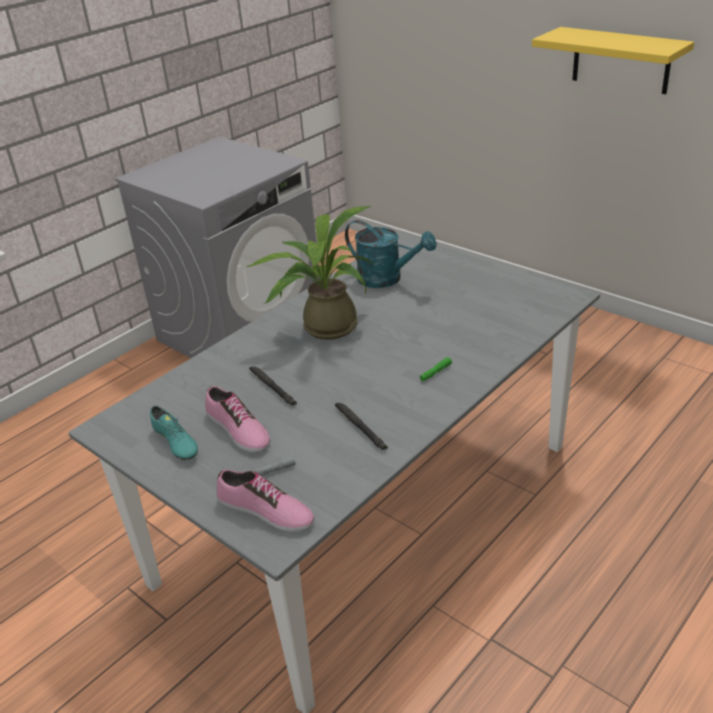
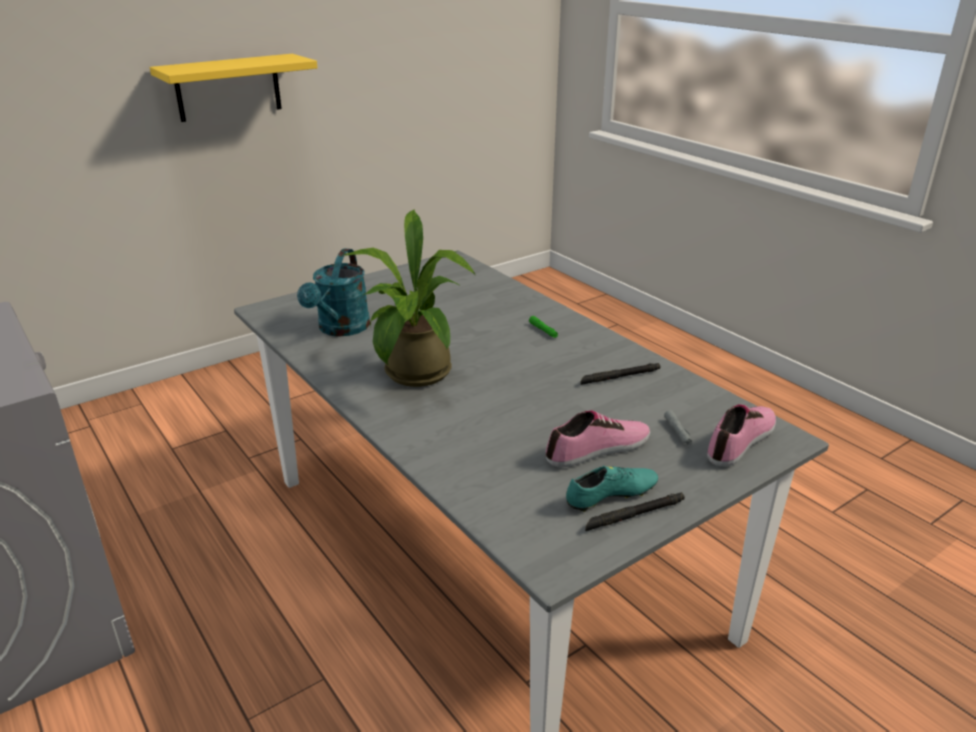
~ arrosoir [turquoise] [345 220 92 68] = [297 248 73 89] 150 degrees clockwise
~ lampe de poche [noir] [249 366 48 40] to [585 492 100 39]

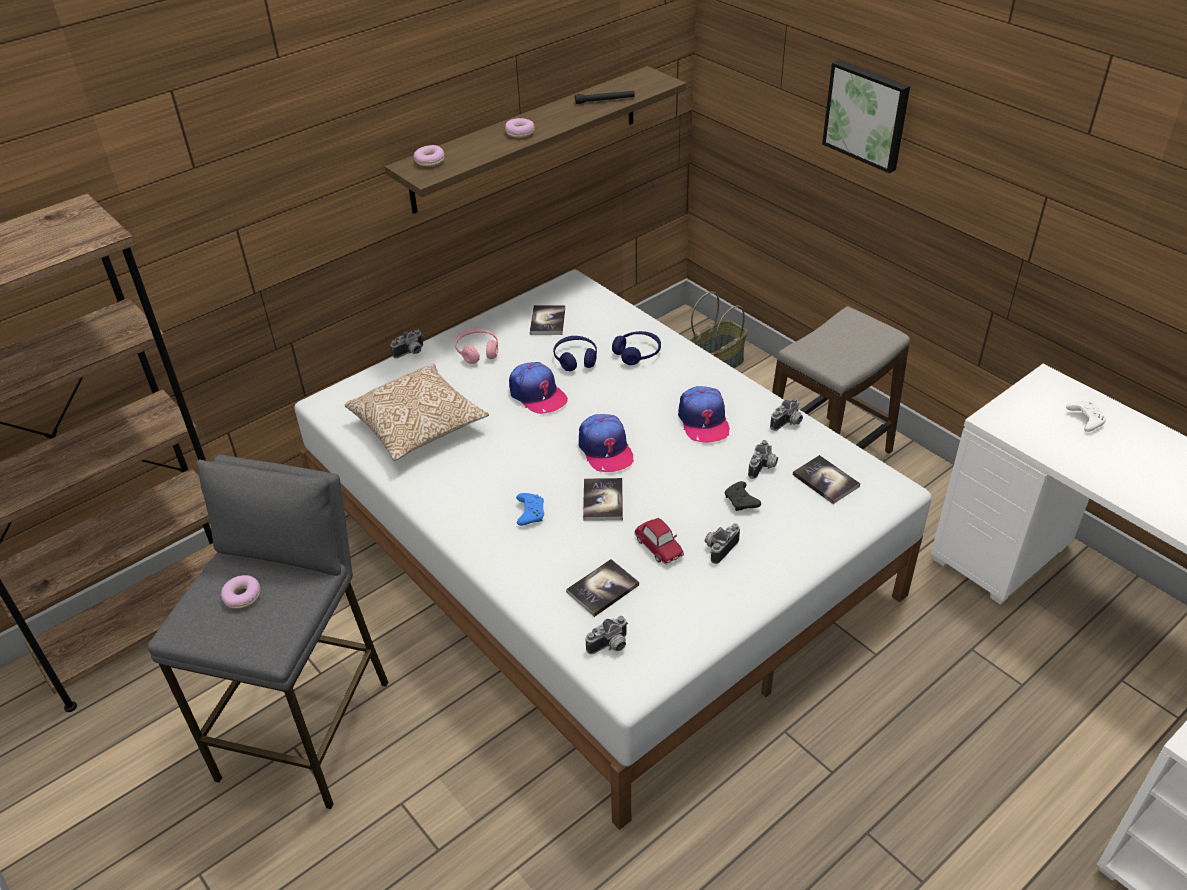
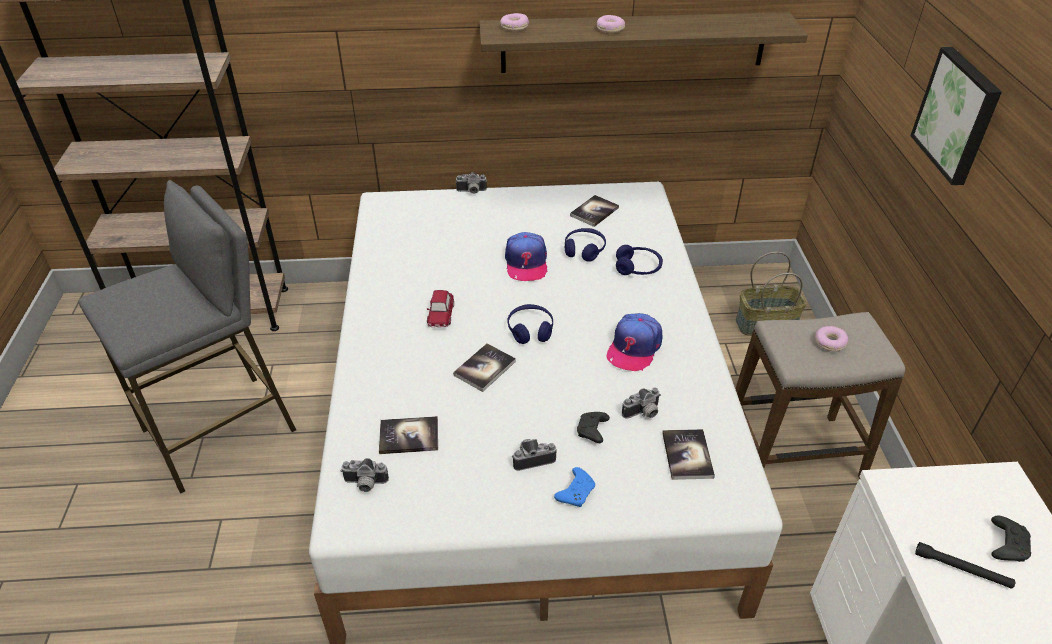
~ petite voiture [634 518 50 46] to [427 290 27 38]
~ casquette [579 414 55 58] to casque audio [bleu] [507 304 46 40]
~ manette [bleu] [516 493 28 33] to [554 467 41 40]
~ beignet [221 575 39 34] to [815 326 33 25]
~ lampe de poche [noir] [575 91 60 13] to [915 542 100 47]
~ manette [blanc] [1066 401 40 31] to manette [noir] [991 516 40 46]
- coussin [345 364 144 97]
- casque audio [rose] [455 329 43 35]
- appareil photo [770 397 33 34]

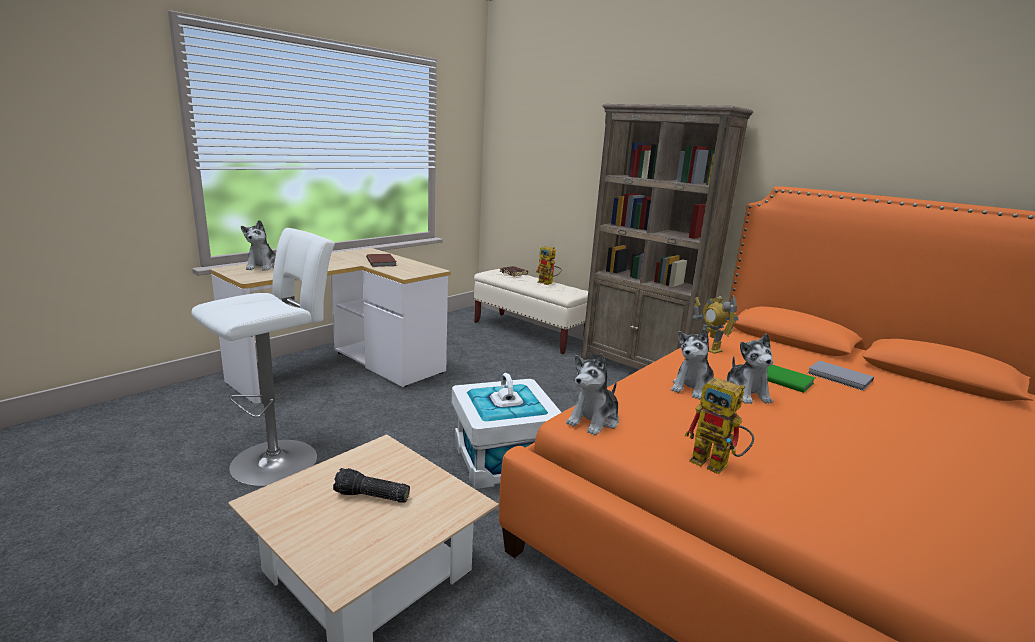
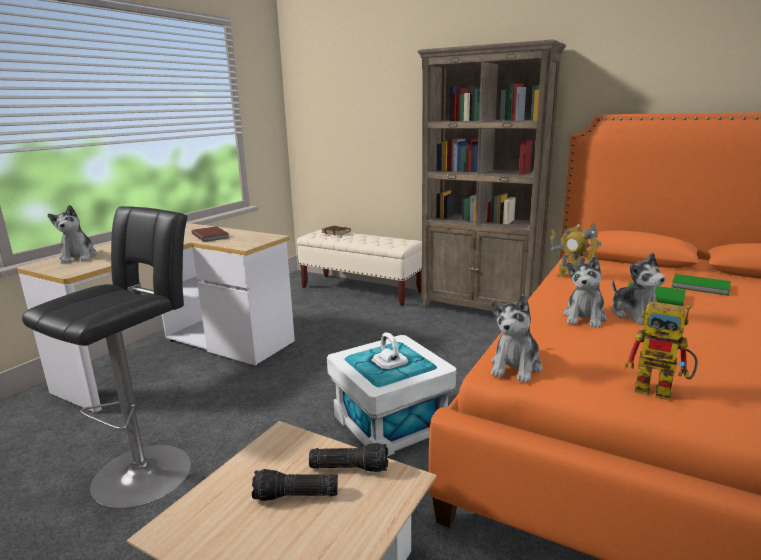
~ tabouret [blanc] [191 228 144 259] to tabouret [noir] [22 206 169 303]
+ lampe de poche [309 443 79 29]
~ livre [gris] [808 360 66 31] to livre [vert] [672 274 59 22]
- robot jouet [536 246 26 39]

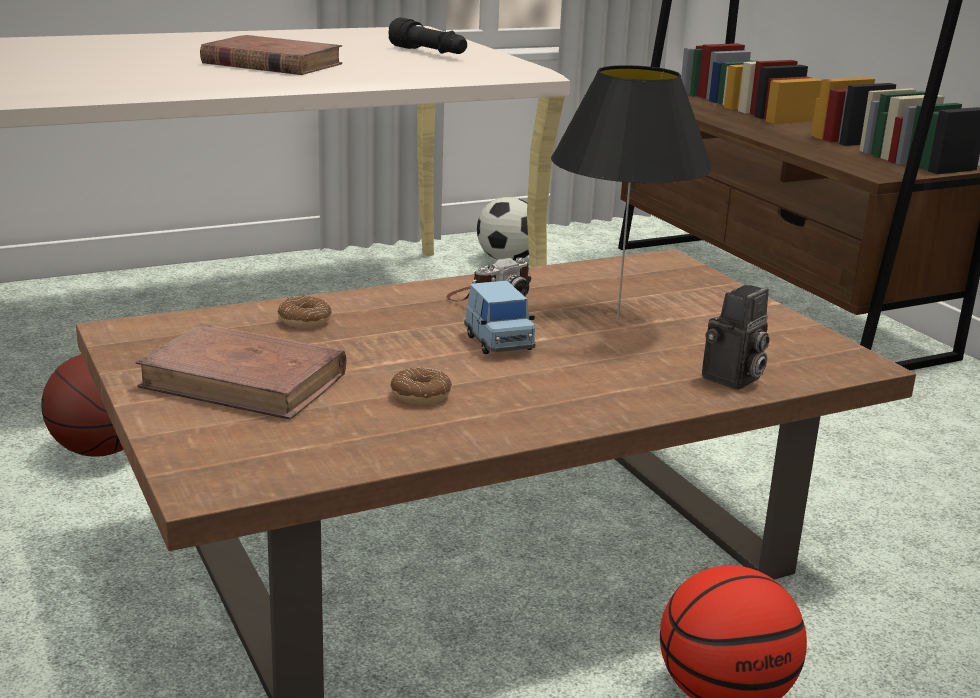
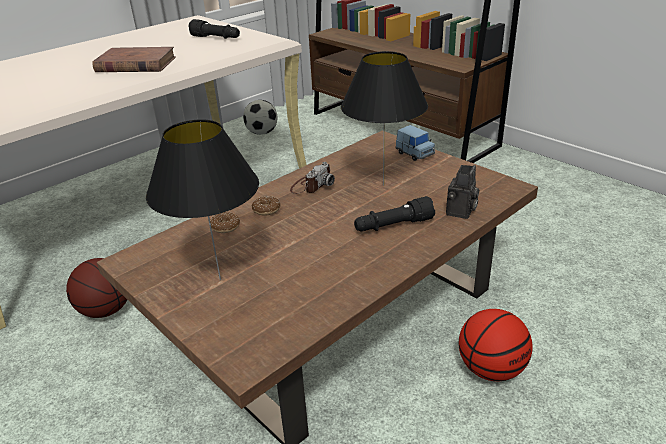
~ livre [marron] [136 323 210 97] to lampe de table [noir] [146 119 113 161]
~ beignet [390 367 62 37] to [252 196 29 20]
+ lampe de poche [noir] [354 196 81 36]
~ petite voiture [bleu] [464 281 72 73] to [395 125 40 36]

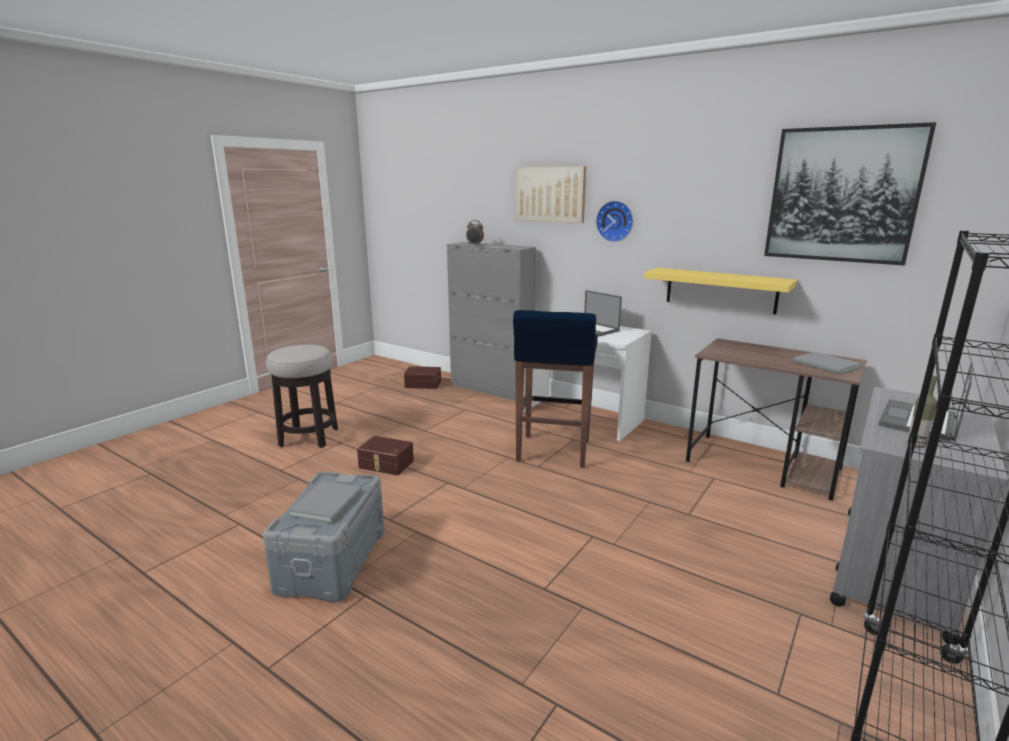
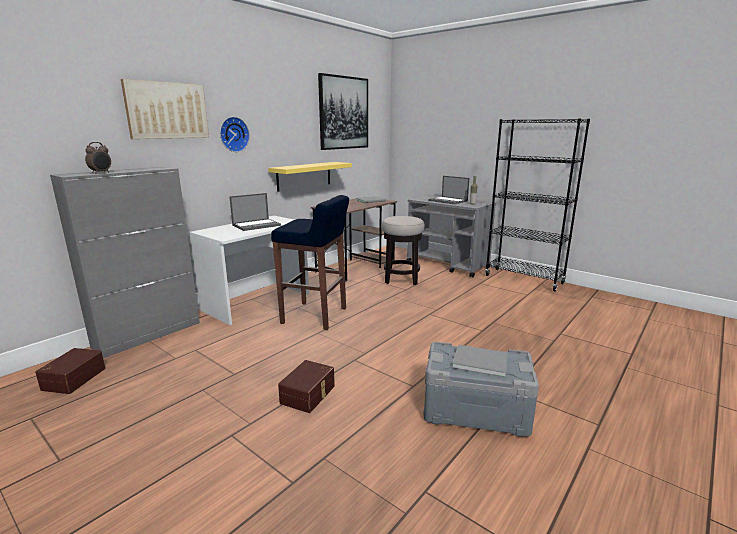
~ tabouret [266 345 72 103] to [382 216 42 69]

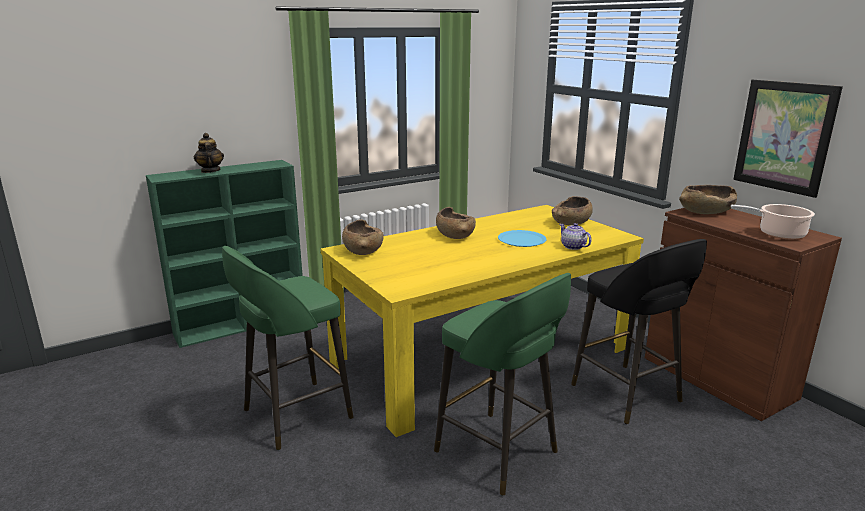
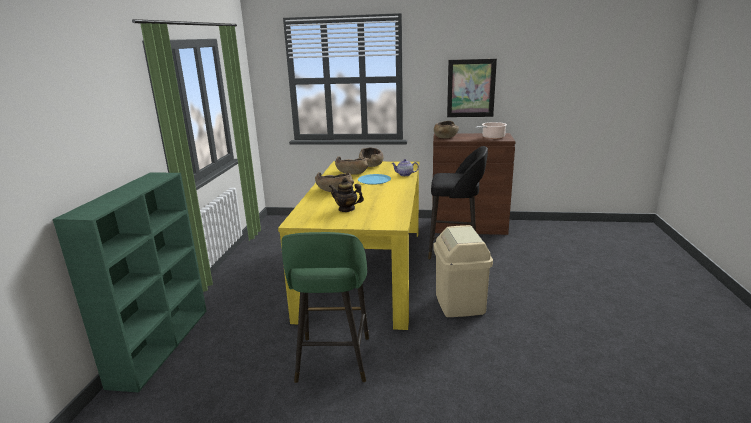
~ théière [194 133 30 40] to [329 177 35 35]
~ bol [marron] [342 219 42 36] to [335 156 33 19]
~ tabouret [vert] [434 273 137 223] to poubelle [beige] [433 225 60 92]

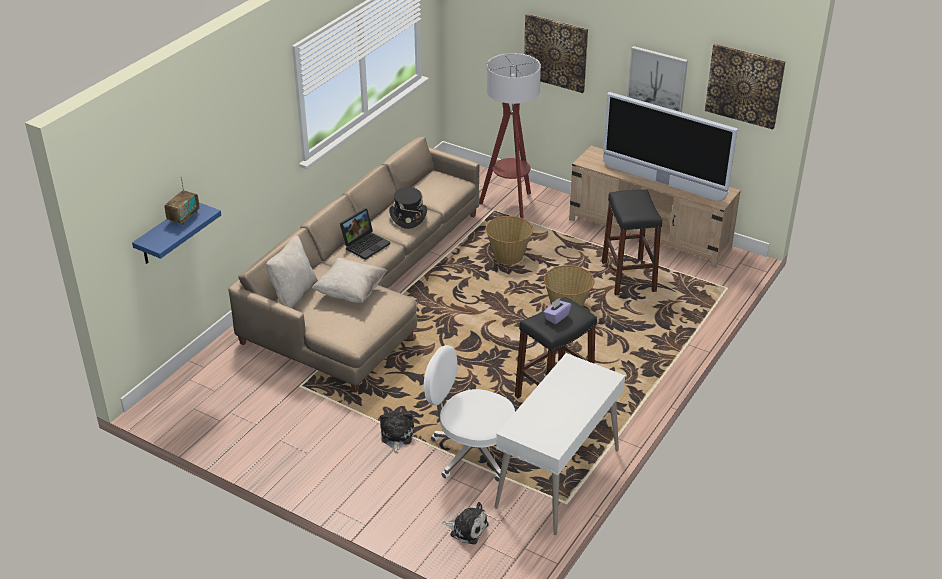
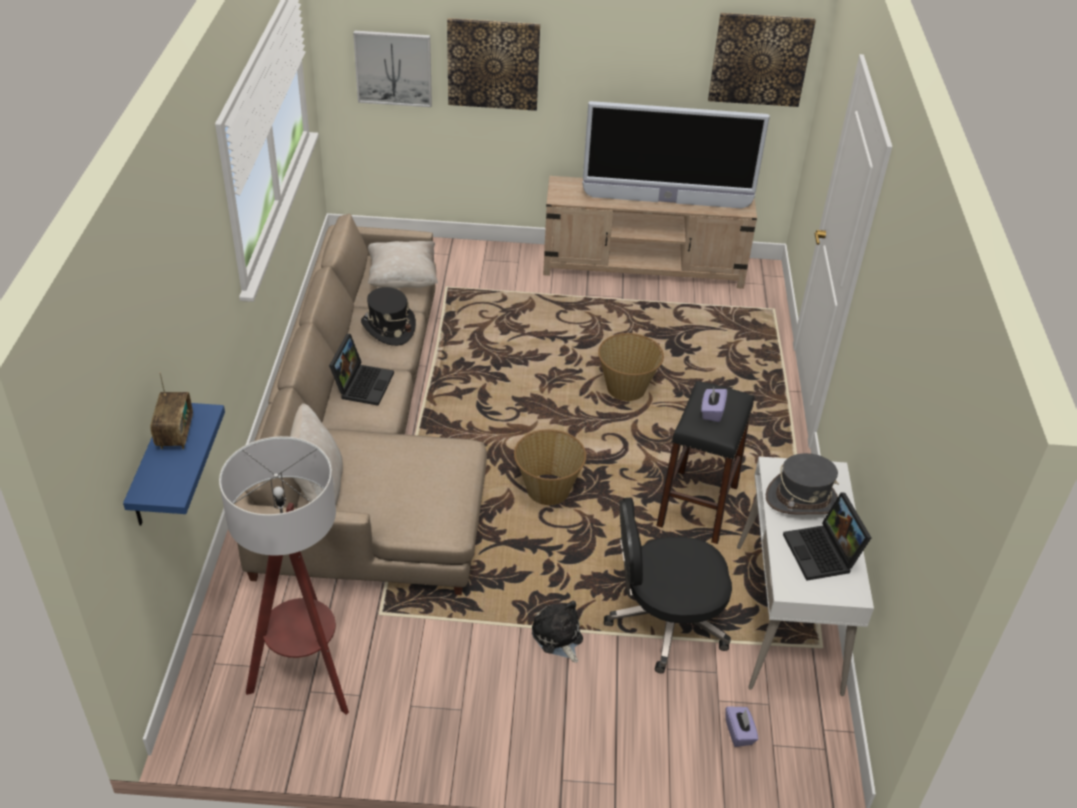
~ lampadaire [479 53 62 166] to [219 436 130 279]
~ tableau [627 46 61 66] to [353 30 79 77]
~ coussin [beige] [312 258 75 45] to [368 241 70 47]
~ panier [485 216 48 49] to [514 429 72 76]
~ chaise de bureau [blanc] [424 345 91 137] to chaise de bureau [noir] [604 498 128 175]
~ peluche [442 502 47 42] to boîte à mouchoirs [violet] [725 706 33 41]
+ chapeau [gris] [766 453 73 61]
+ ordinateur portable [783 493 88 88]
- tabouret [noir] [602 189 60 106]

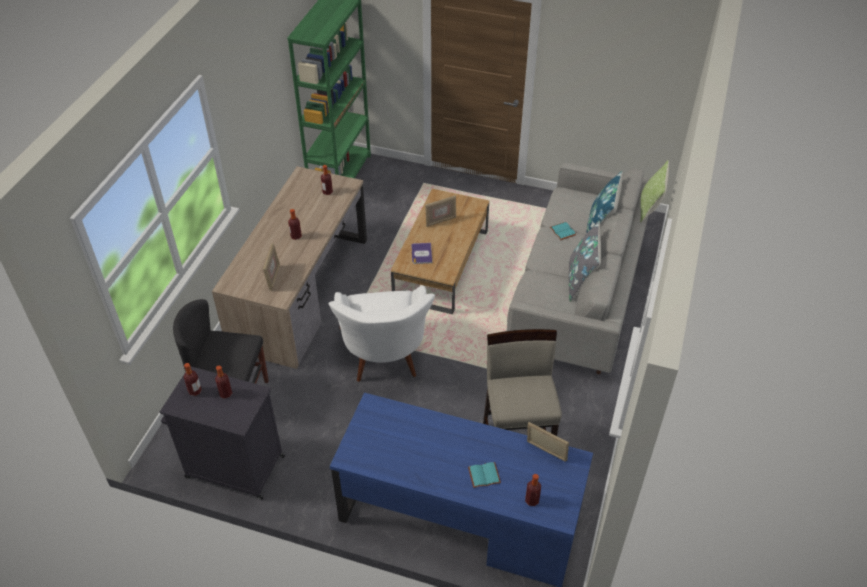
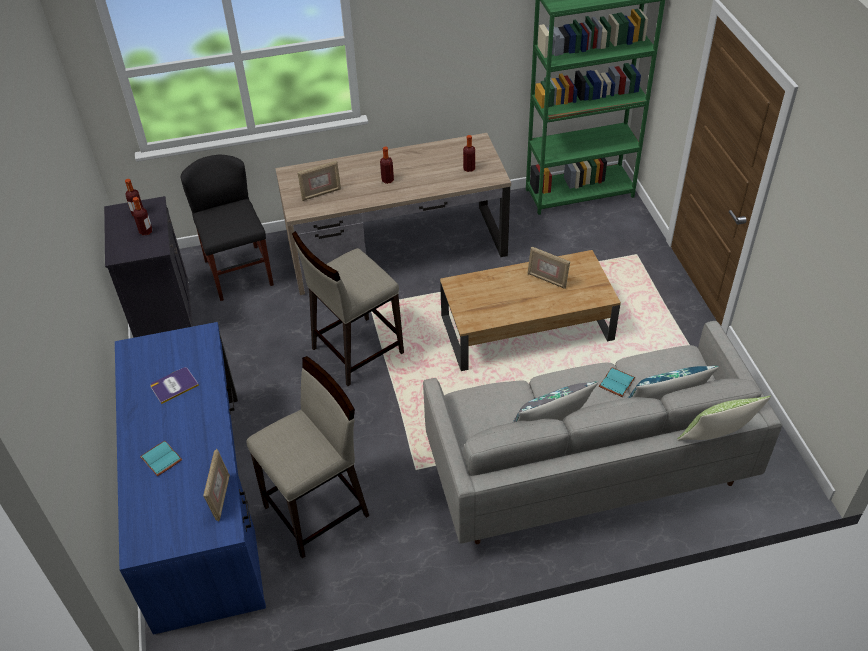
~ livre [411 243 21 21] to [150 367 49 37]
~ fauteuil [blanc] [329 286 106 96] to tabouret [beige] [292 231 112 155]
- bouteille [525 474 16 32]

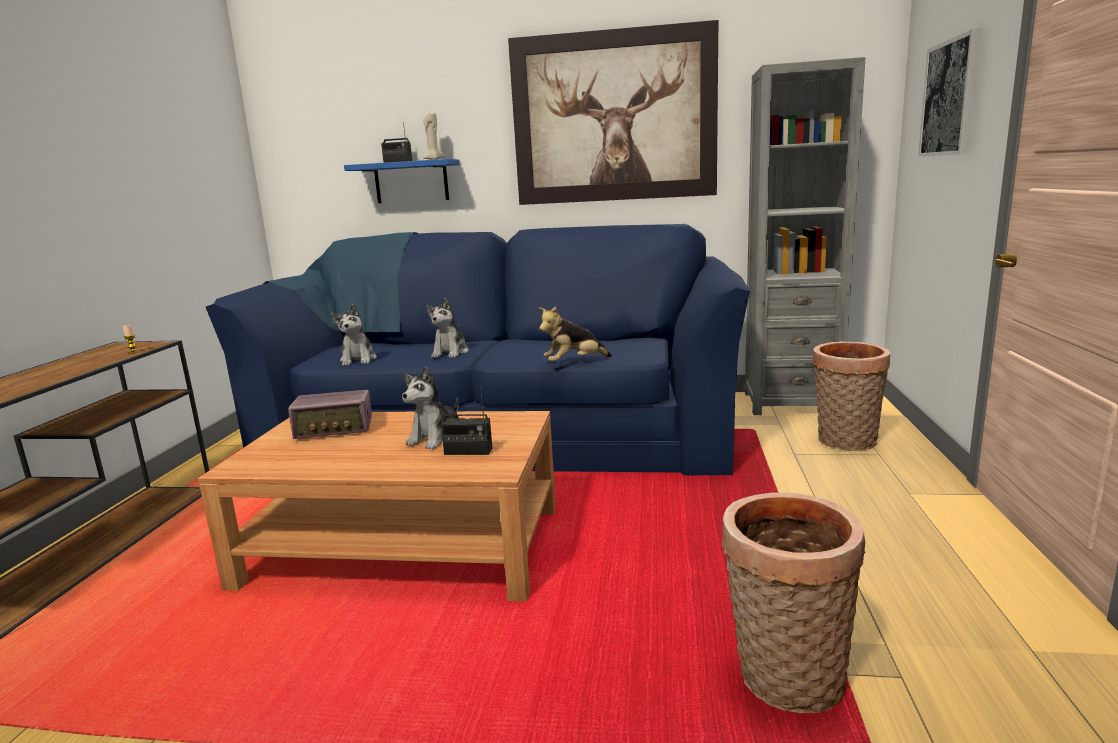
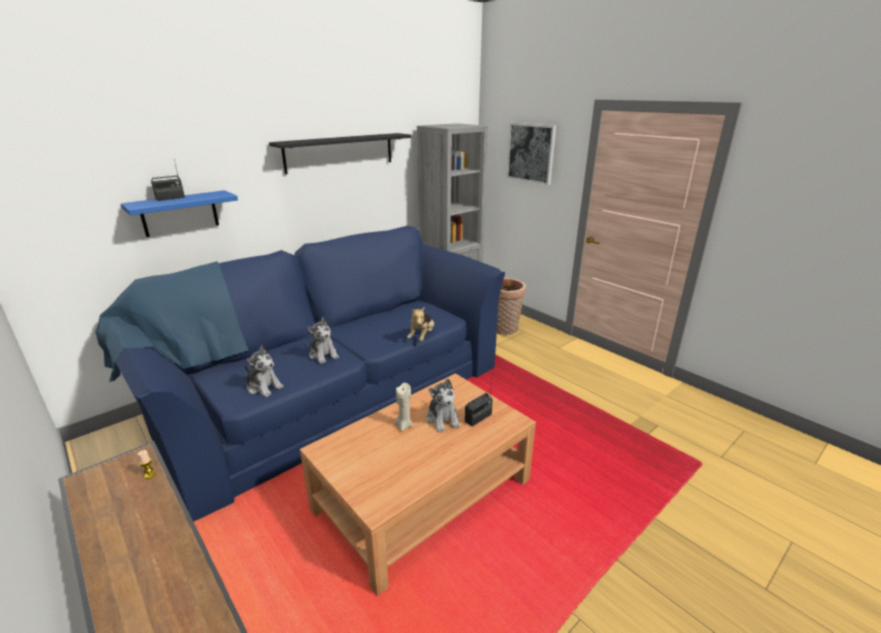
~ tableau [508 20 210 185] to étagère [noir] [269 133 143 41]
~ bougie [beige] [423 112 22 48] to [395 383 18 48]
- radio [288 390 84 49]
- panier [722 492 143 221]

